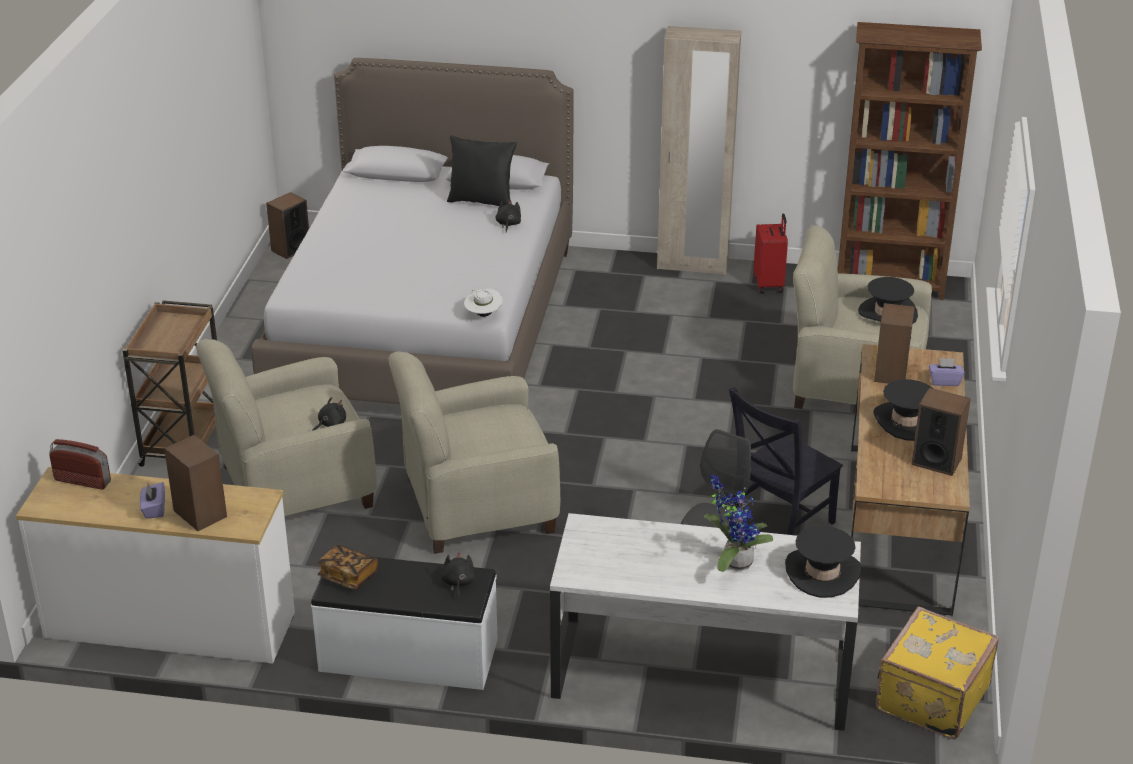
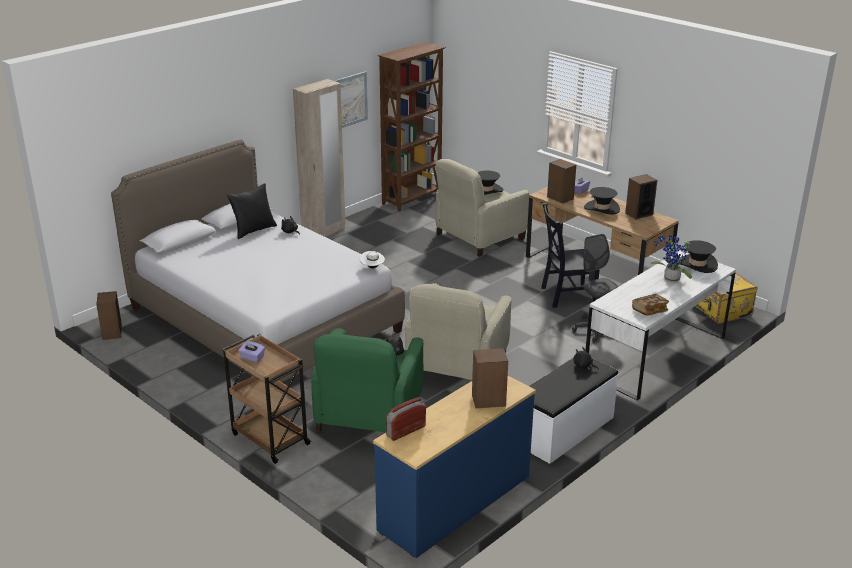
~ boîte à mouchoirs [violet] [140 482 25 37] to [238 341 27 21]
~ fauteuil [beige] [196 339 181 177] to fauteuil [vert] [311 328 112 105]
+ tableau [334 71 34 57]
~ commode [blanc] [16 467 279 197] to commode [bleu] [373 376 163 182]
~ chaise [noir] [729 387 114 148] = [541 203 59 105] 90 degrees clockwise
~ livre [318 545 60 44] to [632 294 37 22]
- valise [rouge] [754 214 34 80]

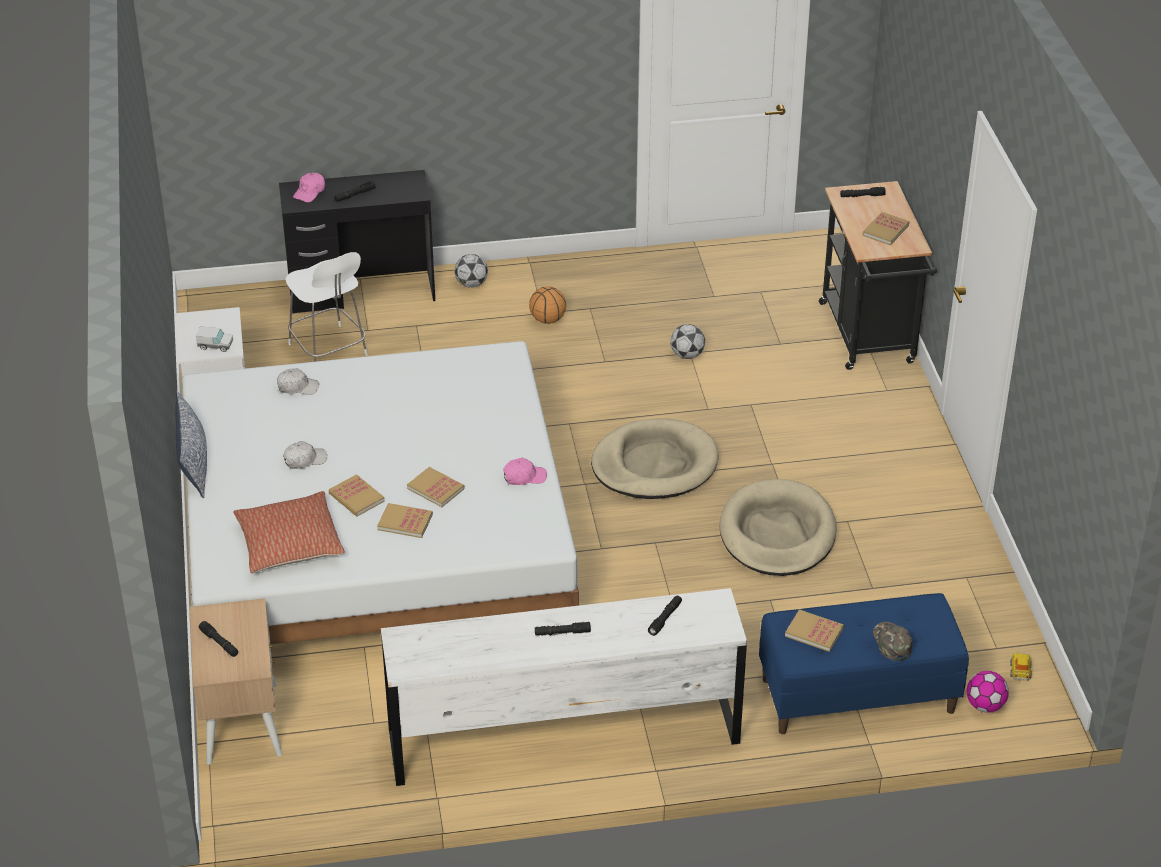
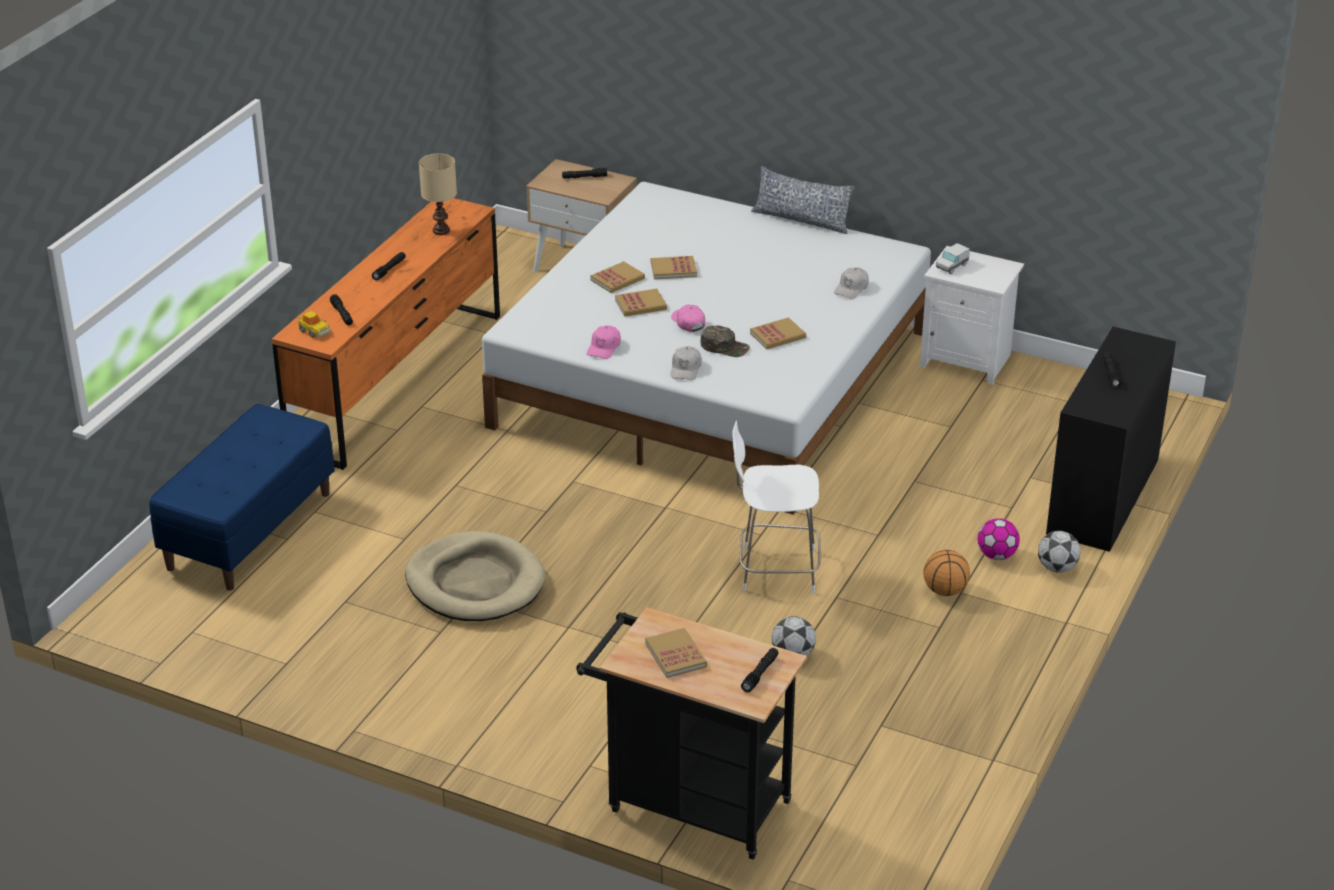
~ commode [blanc] [381 588 366 198] to commode [orange] [272 198 228 272]
~ petite voiture [1010 652 22 29] to [298 311 33 27]
+ lampe de table [beige] [419 153 38 82]
~ casquette [blanc] [283 441 44 28] to [670 346 31 34]
~ casquette [rose] [293 173 32 29] to [671 305 34 27]
~ casquette [vert] [873 622 39 39] to [701 325 49 32]
~ chaise [blanc] [286 252 82 110] to [732 421 89 173]
~ livre [785 609 59 43] to [750 317 56 32]
~ ballon de foot [967 671 42 42] to [978 518 42 42]
- coussin [233 491 112 82]
- panier pour chien [beige] [591 418 127 81]

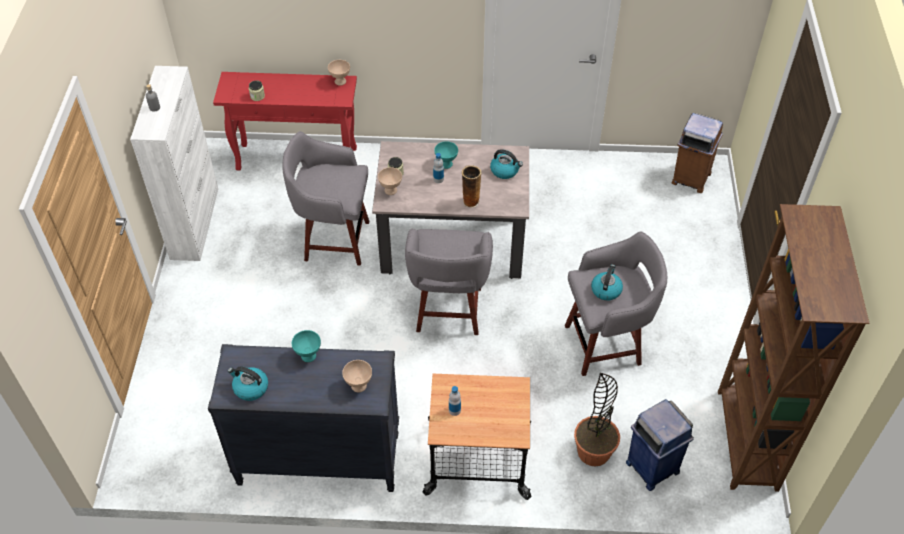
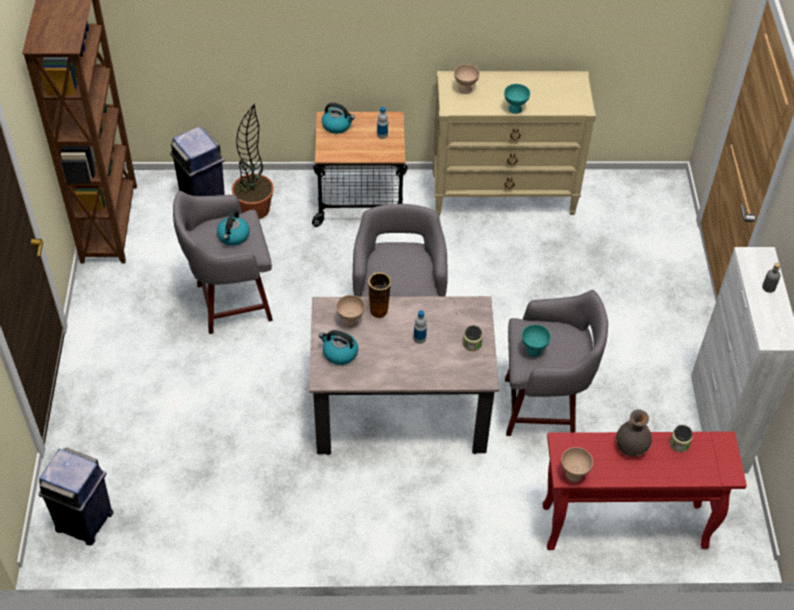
~ poubelle [marron] [672 113 51 80] to poubelle [bleu] [39 448 75 97]
~ bouilloire [228 366 40 35] to [322 103 33 31]
~ bol [beige] [378 167 24 28] to [336 295 29 32]
~ commode [noir] [208 344 191 148] to commode [beige] [433 71 163 144]
~ bol [turquoise] [434 141 24 28] to [522 325 29 32]
+ vase [gris] [616 409 36 47]

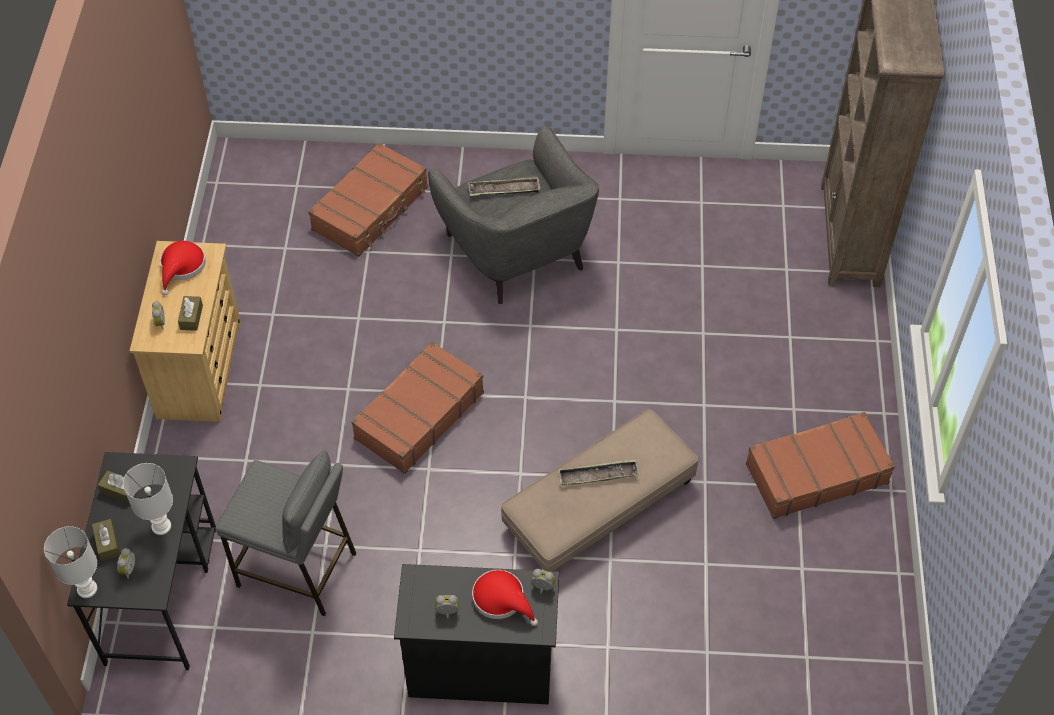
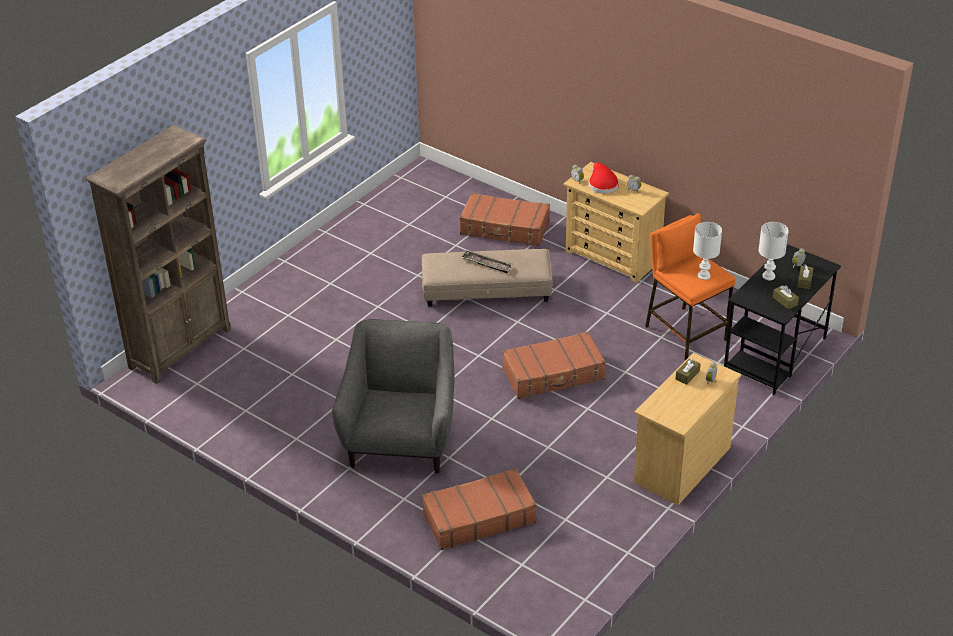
~ valise [marron] [746 412 149 107] to [459 193 91 53]
~ commode [noir] [394 564 165 140] to commode [beige] [564 162 105 121]
~ tabouret [gris] [215 450 142 166] to tabouret [orange] [645 213 91 147]
~ lampe de table [blanc] [44 526 53 72] to [693 222 29 58]
- chapeau [rouge] [160 241 46 54]
- plateau [468 176 72 20]

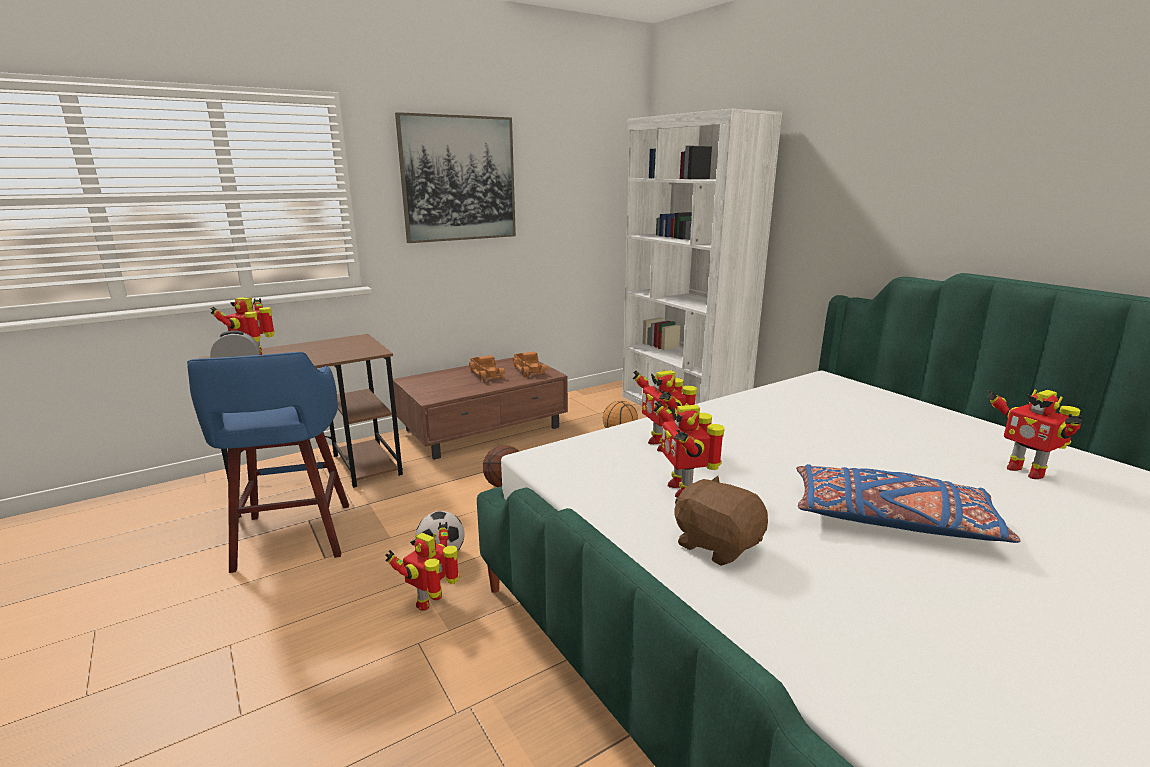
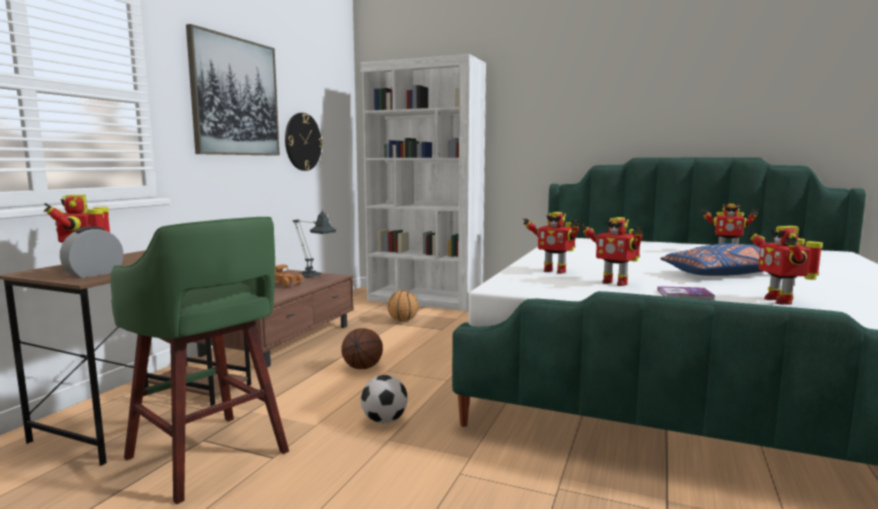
~ tabouret [bleu] [187 352 162 221] to tabouret [vert] [111 217 178 287]
+ horloge murale [285 113 38 58]
~ camion jouet [512 352 35 25] to lampe de table [293 210 43 67]
~ peluche [marron] [674 476 94 90] to livre [657 286 58 14]
~ robot jouet [385 522 74 89] to [749 226 74 79]

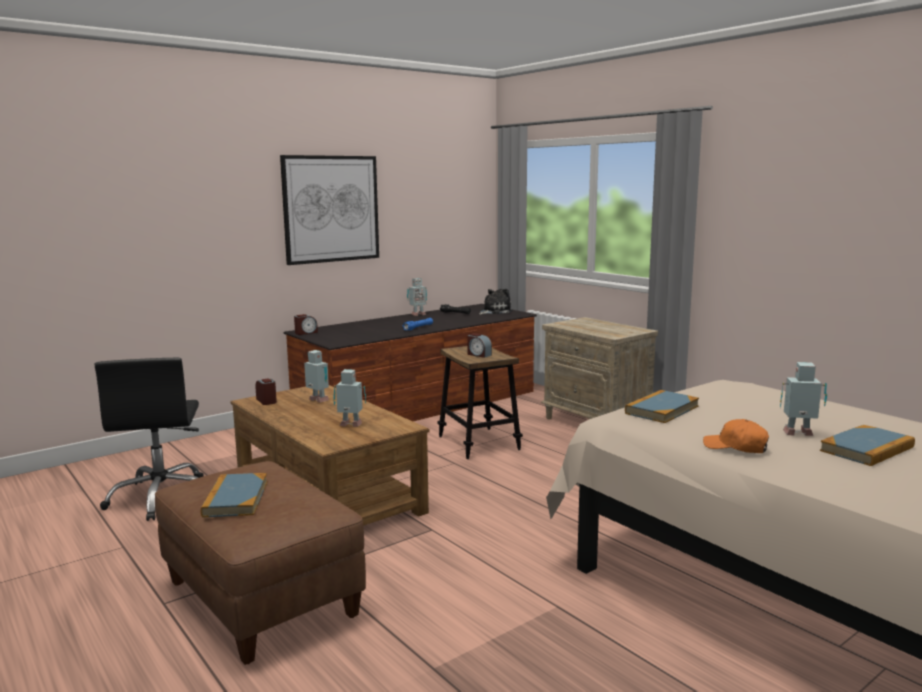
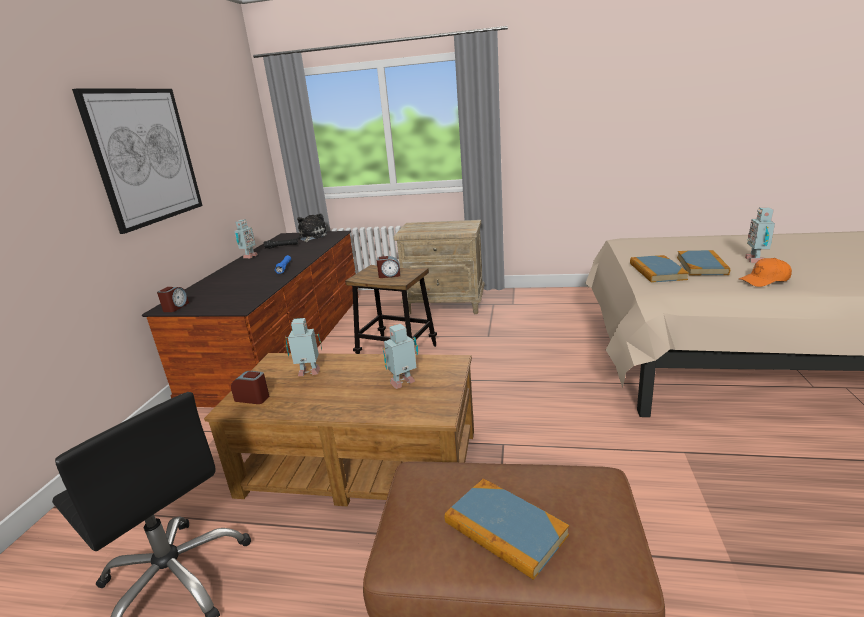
~ livre [820 425 95 41] to [677 250 53 25]
~ robot jouet [780 362 47 74] = [745 207 30 56] 45 degrees counterclockwise

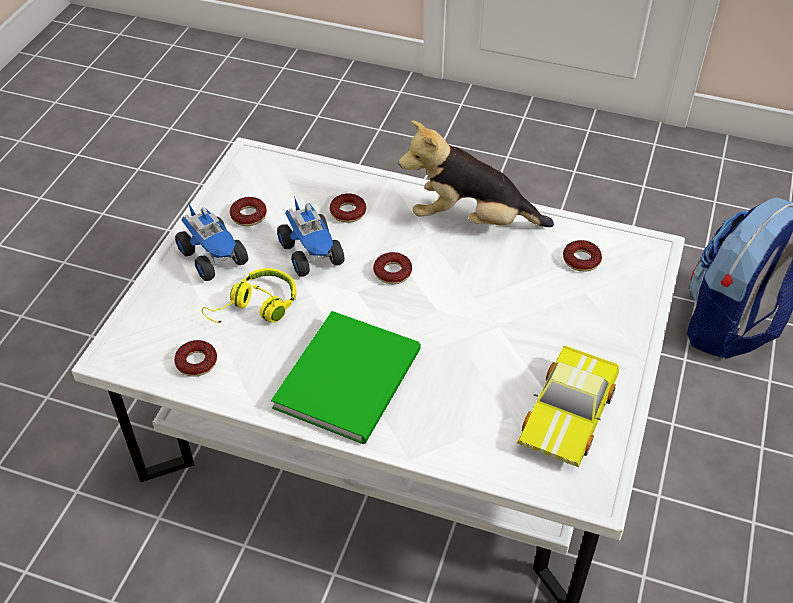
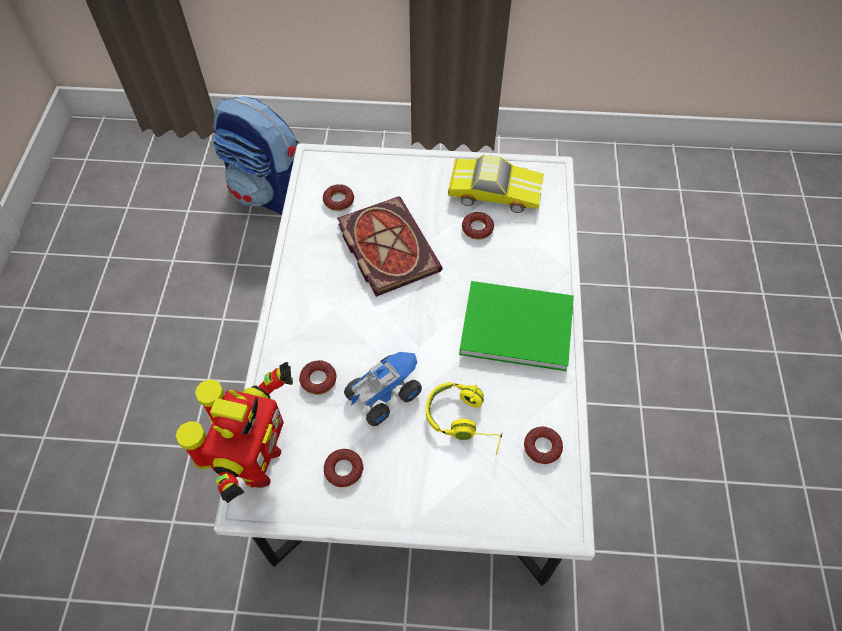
+ robot jouet [176 362 117 141]
+ livre [337 196 105 101]
~ beignet [373 252 39 32] to [462 212 32 28]
- camion jouet [175 202 73 79]
- peluche [399 120 155 107]

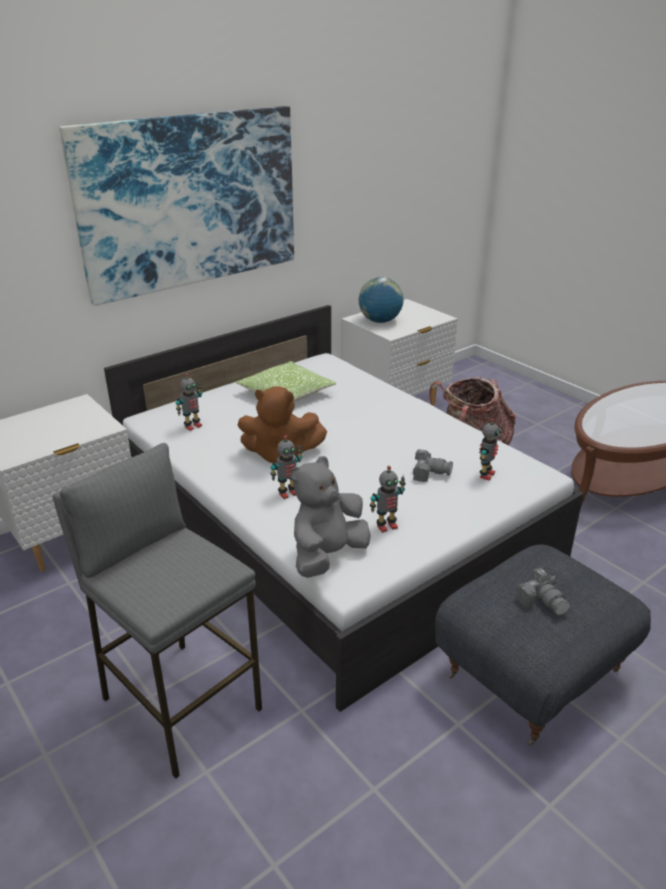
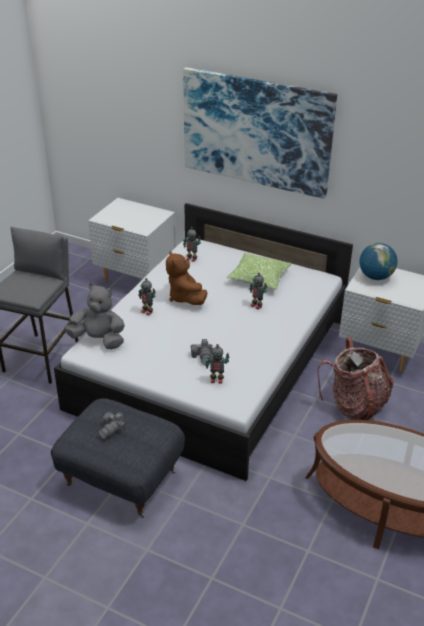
~ robot jouet [370 466 36 67] to [249 272 18 37]

